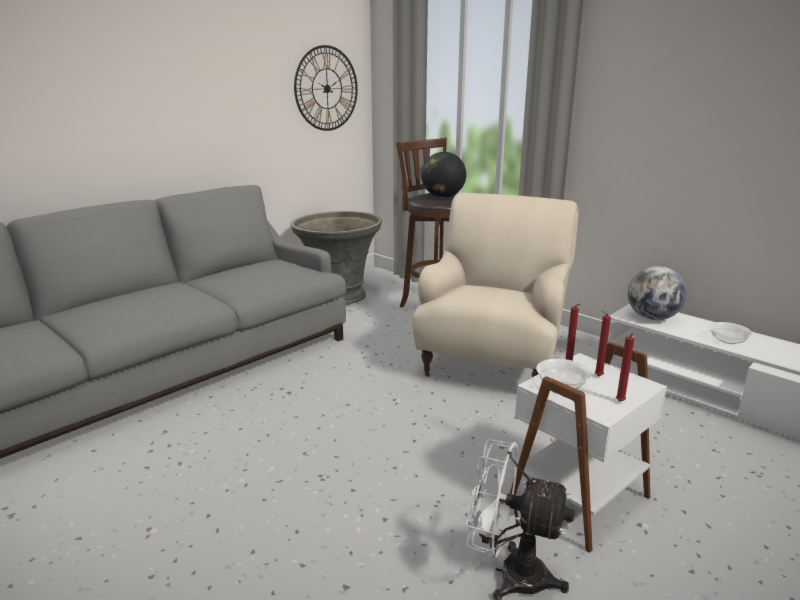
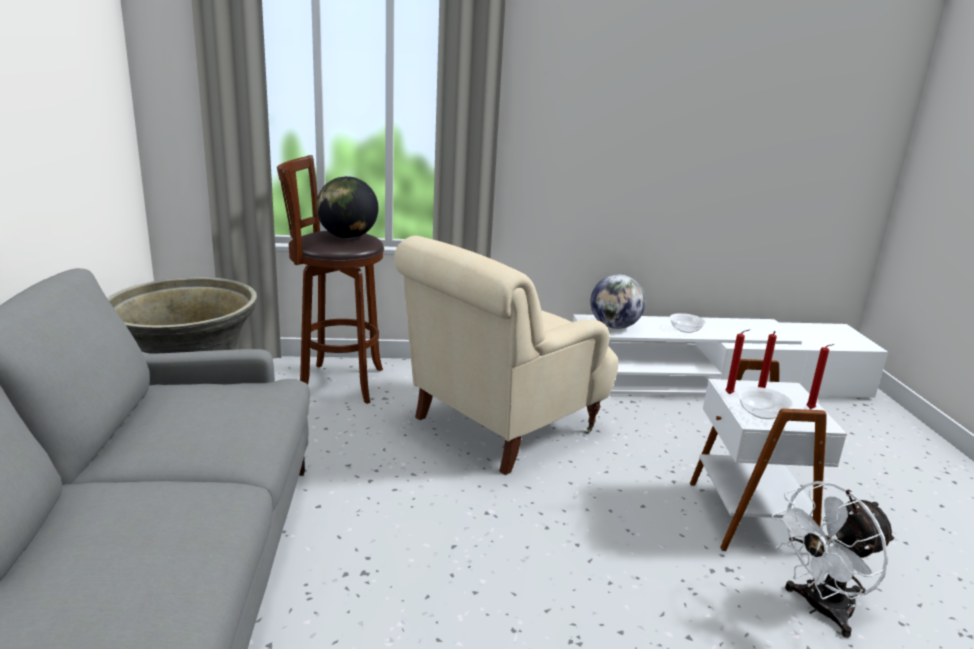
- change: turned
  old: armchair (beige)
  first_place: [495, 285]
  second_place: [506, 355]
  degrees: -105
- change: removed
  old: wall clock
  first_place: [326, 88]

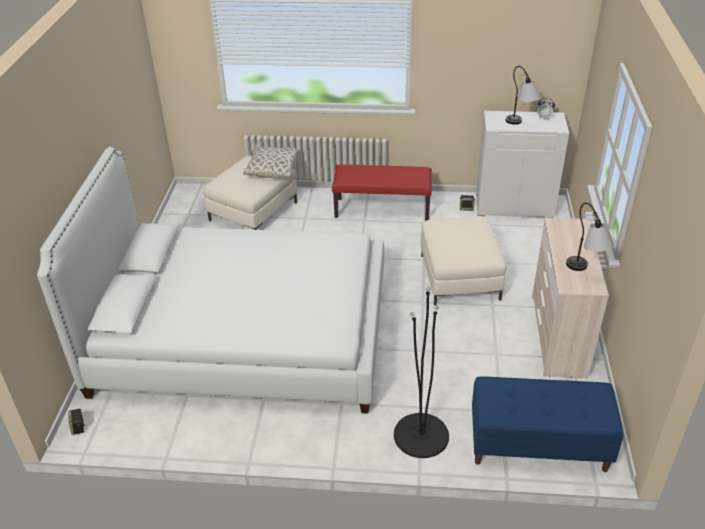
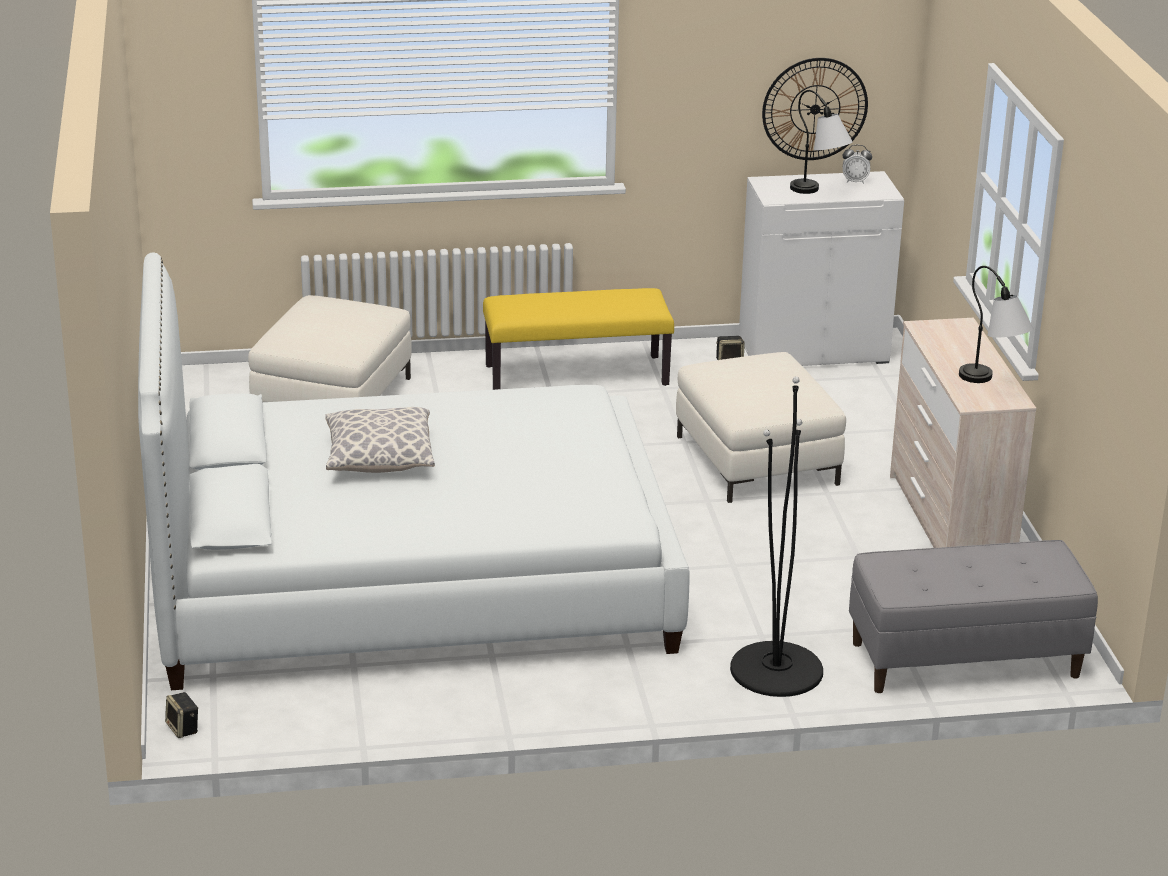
- change: moved
  old: pillow
  first_place: [271, 162]
  second_place: [380, 440]
- change: recoloured
  old: bench (red)
  new: bench (yellow)
  first_place: [382, 193]
  second_place: [578, 339]
- change: added
  new: wall clock
  second_place: [815, 109]
- change: recoloured
  old: bench (blue)
  new: bench (grey)
  first_place: [547, 424]
  second_place: [973, 616]

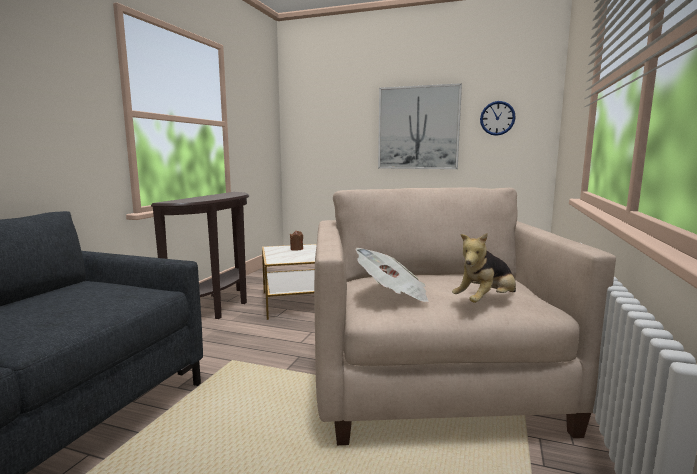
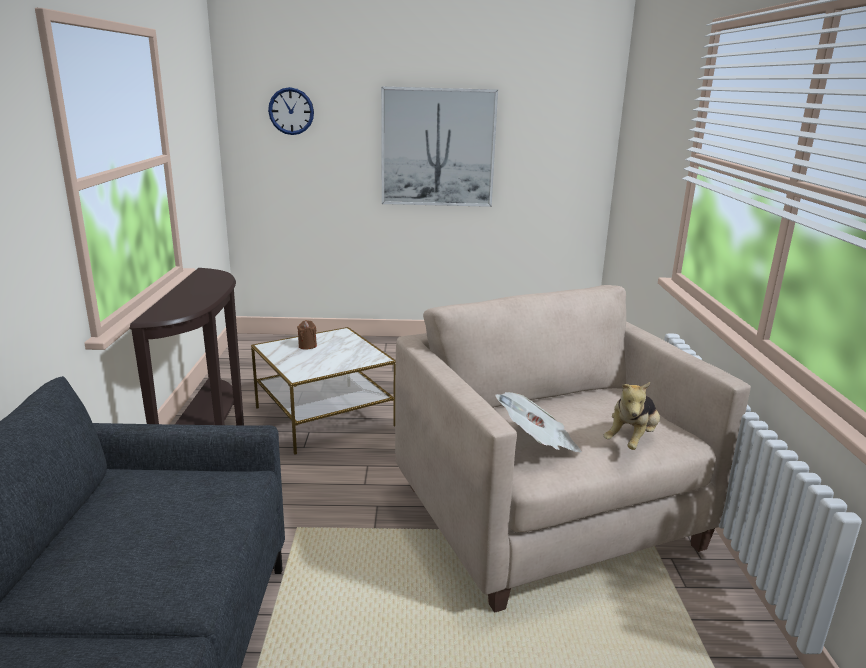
- change: moved
  old: wall clock
  first_place: [498, 118]
  second_place: [291, 111]

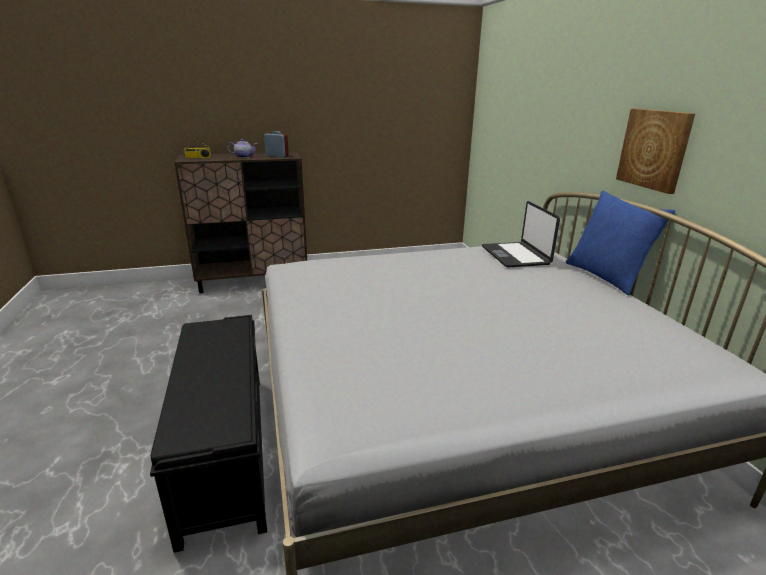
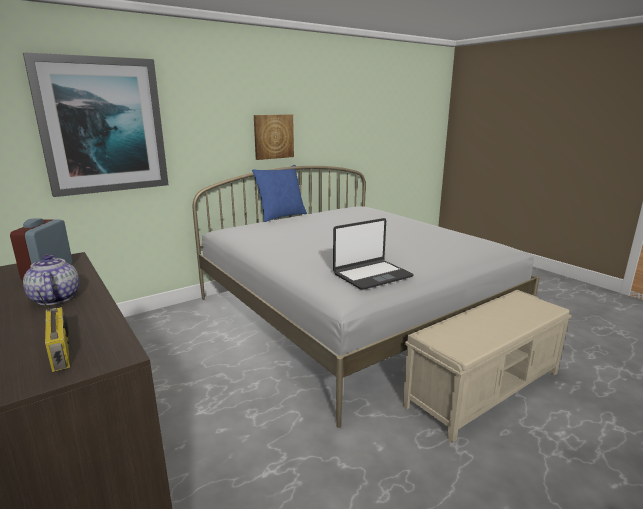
- change: added
  new: picture
  second_place: [96, 124]
- change: moved
  old: laptop
  first_place: [521, 234]
  second_place: [373, 254]
- change: recoloured
  old: bench (black)
  new: bench (beige)
  first_place: [208, 434]
  second_place: [487, 366]

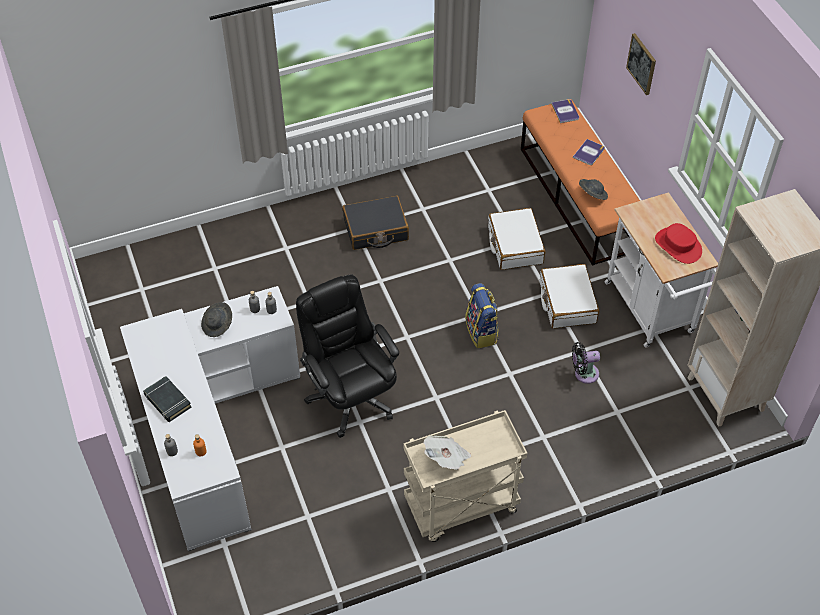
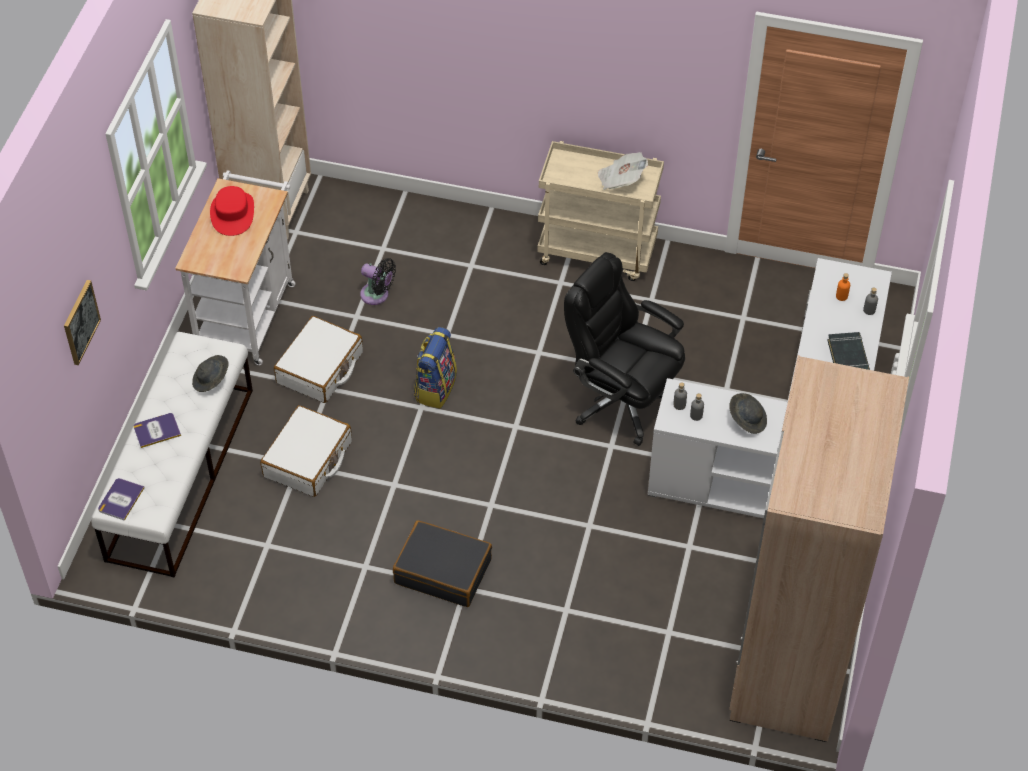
- change: recoloured
  old: bench (orange)
  new: bench (white)
  first_place: [580, 182]
  second_place: [172, 454]
- change: turned
  old: office chair (black)
  first_place: [347, 356]
  second_place: [624, 349]
  degrees: 120
- change: added
  new: wardrobe (beige)
  second_place: [819, 548]

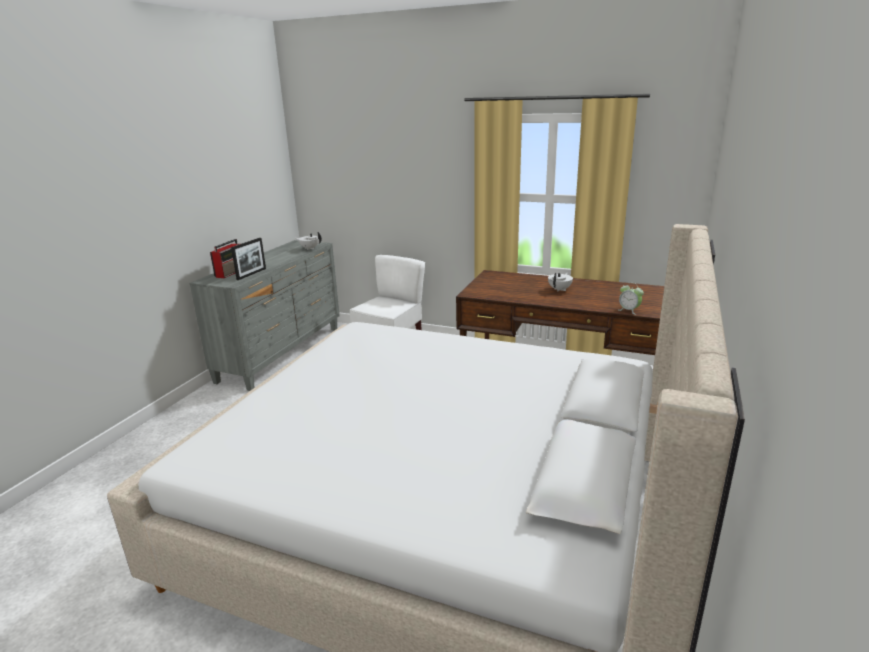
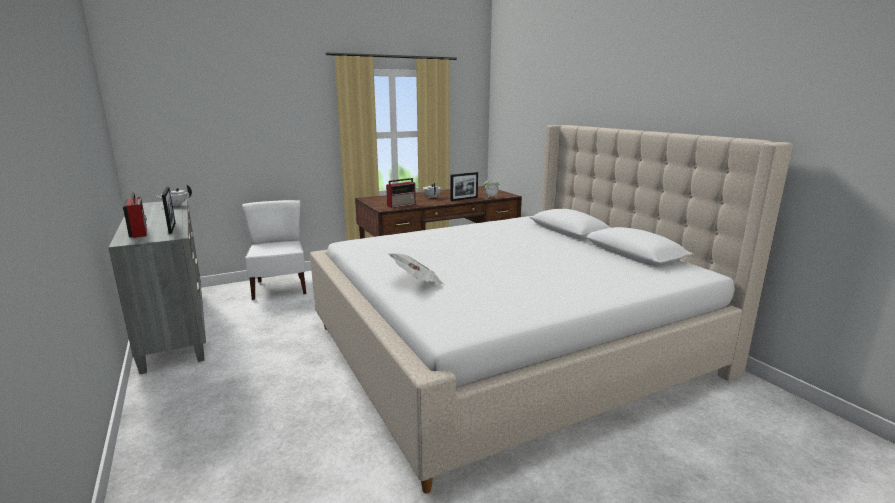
- change: added
  new: radio
  second_place: [401, 193]
- change: added
  new: newspaper
  second_place: [416, 269]
- change: added
  new: picture frame
  second_place: [464, 186]

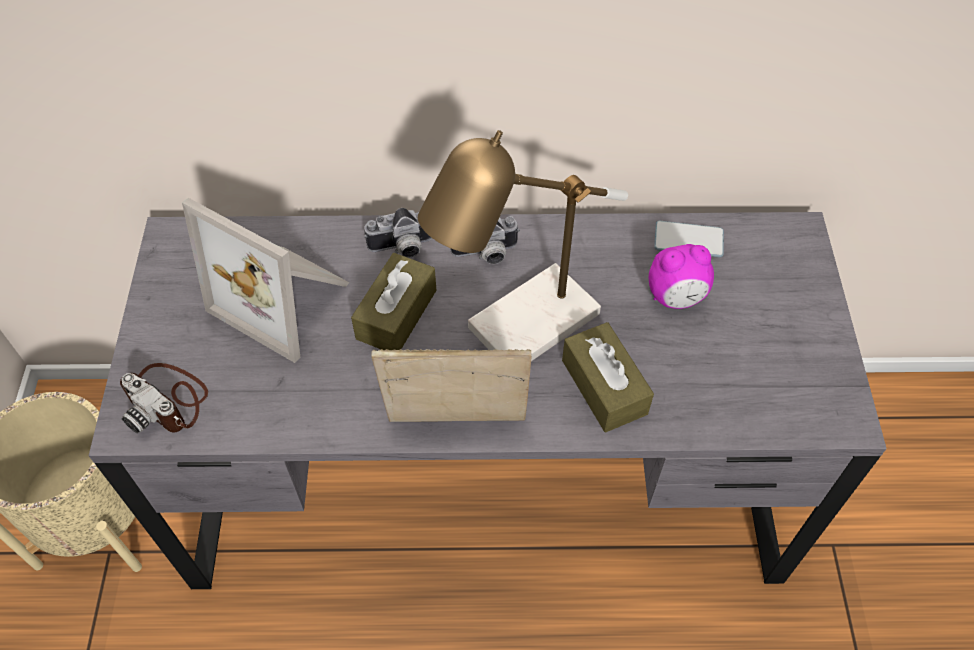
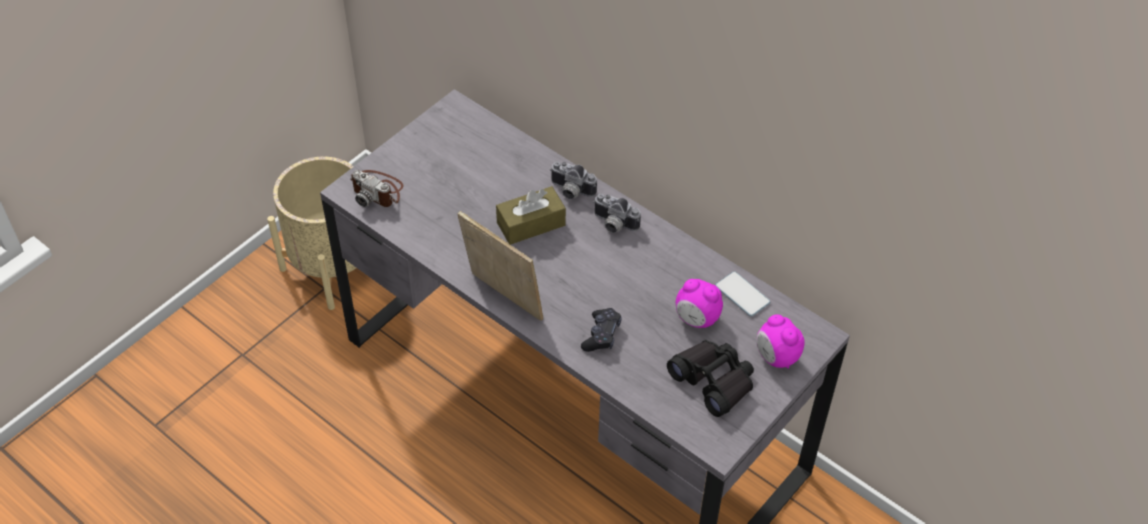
- change: turned
  old: photo camera
  first_place: [164, 398]
  second_place: [376, 188]
  degrees: -45
- change: replaced
  old: tissue box (brown)
  new: game controller (black)
  first_place: [608, 377]
  second_place: [601, 330]
- change: added
  new: binoculars (black)
  second_place: [710, 378]
- change: added
  new: alarm clock
  second_place: [780, 341]
- change: removed
  old: picture frame
  first_place: [266, 280]
- change: removed
  old: table lamp
  first_place: [523, 245]

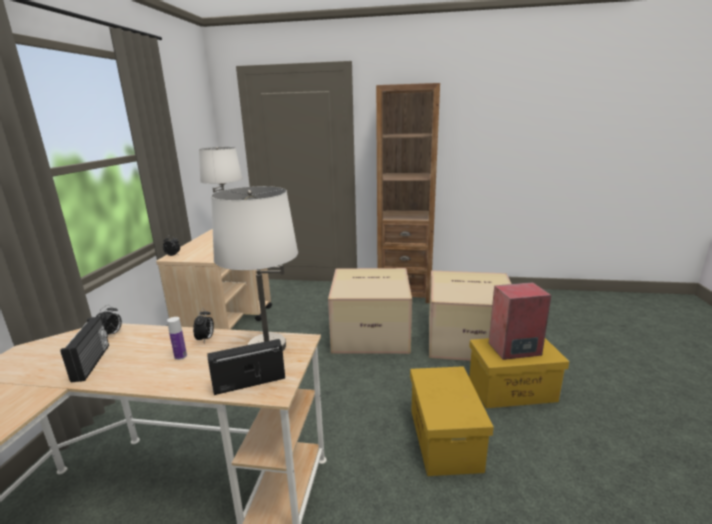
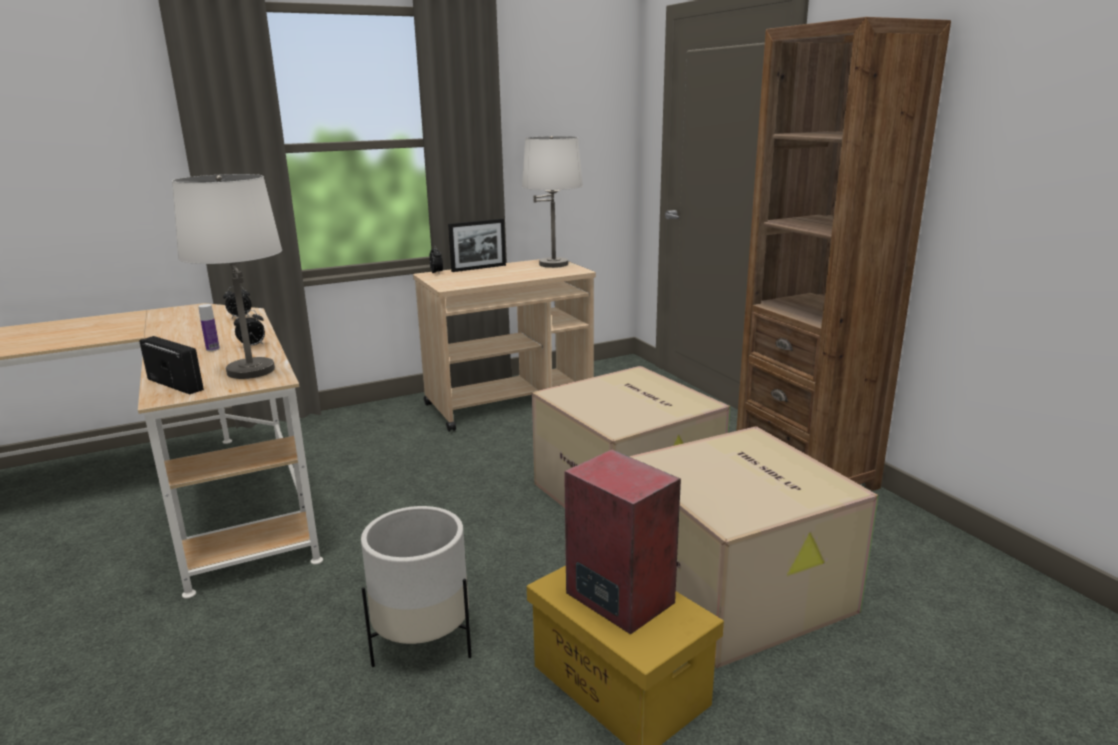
- change: replaced
  old: storage box (yellow)
  new: planter (white)
  first_place: [452, 421]
  second_place: [416, 586]
- change: added
  new: picture frame
  second_place: [477, 245]
- change: removed
  old: radio
  first_place: [84, 349]

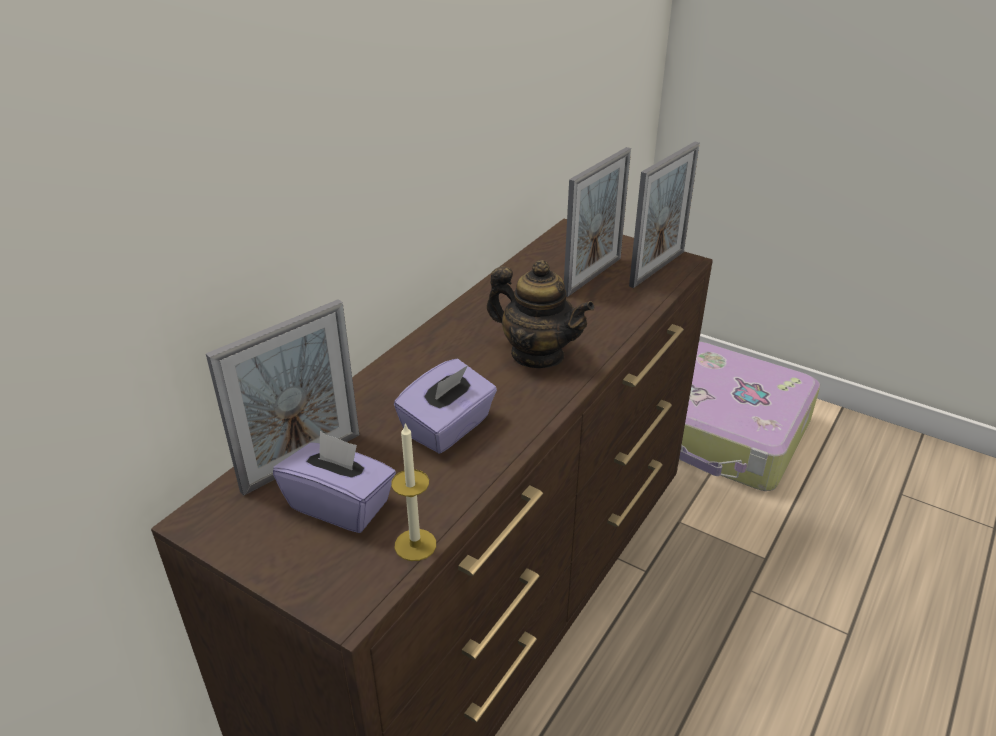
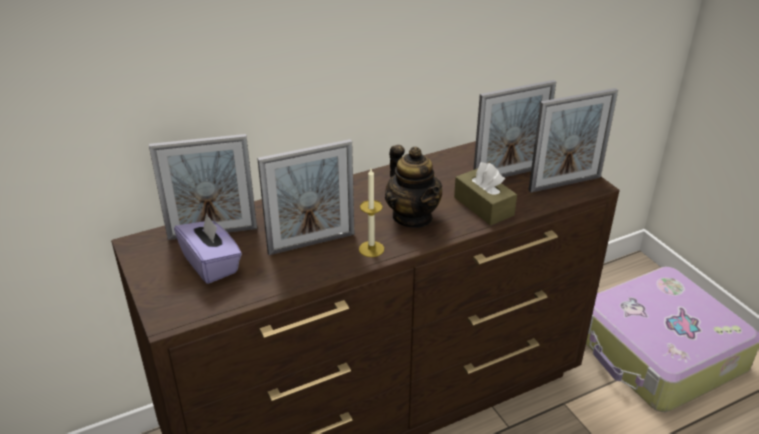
- change: replaced
  old: tissue box (purple)
  new: picture frame
  first_place: [445, 406]
  second_place: [305, 197]
- change: moved
  old: candle
  first_place: [413, 492]
  second_place: [371, 213]
- change: added
  new: tissue box (brown)
  second_place: [485, 194]

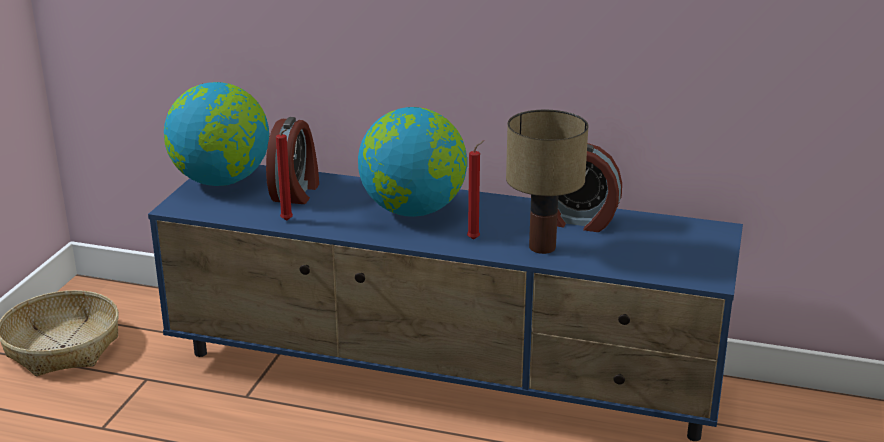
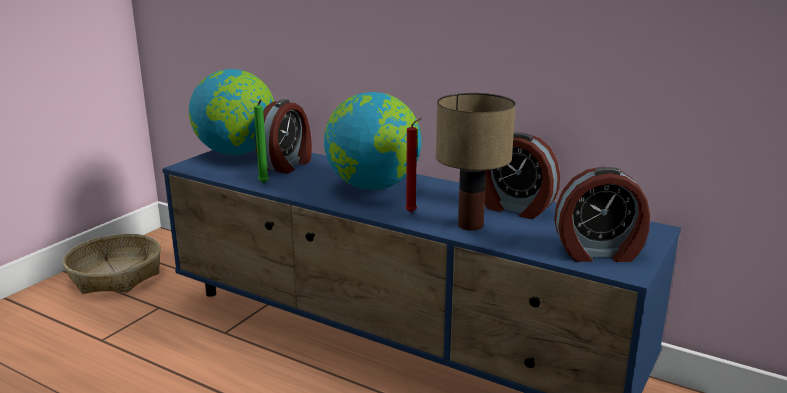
- change: recoloured
  old: candle (red)
  new: candle (green)
  first_place: [284, 174]
  second_place: [261, 141]
- change: added
  new: alarm clock
  second_place: [602, 214]

